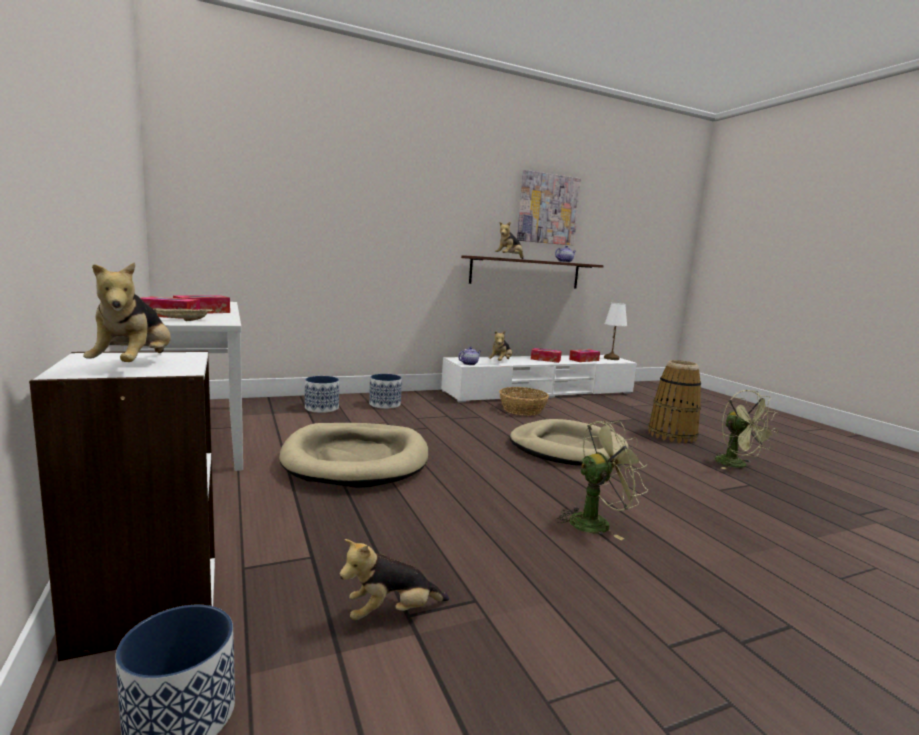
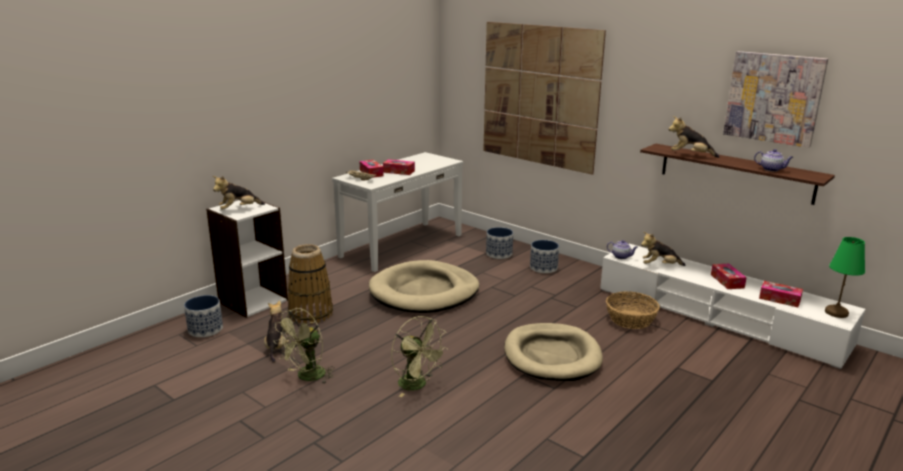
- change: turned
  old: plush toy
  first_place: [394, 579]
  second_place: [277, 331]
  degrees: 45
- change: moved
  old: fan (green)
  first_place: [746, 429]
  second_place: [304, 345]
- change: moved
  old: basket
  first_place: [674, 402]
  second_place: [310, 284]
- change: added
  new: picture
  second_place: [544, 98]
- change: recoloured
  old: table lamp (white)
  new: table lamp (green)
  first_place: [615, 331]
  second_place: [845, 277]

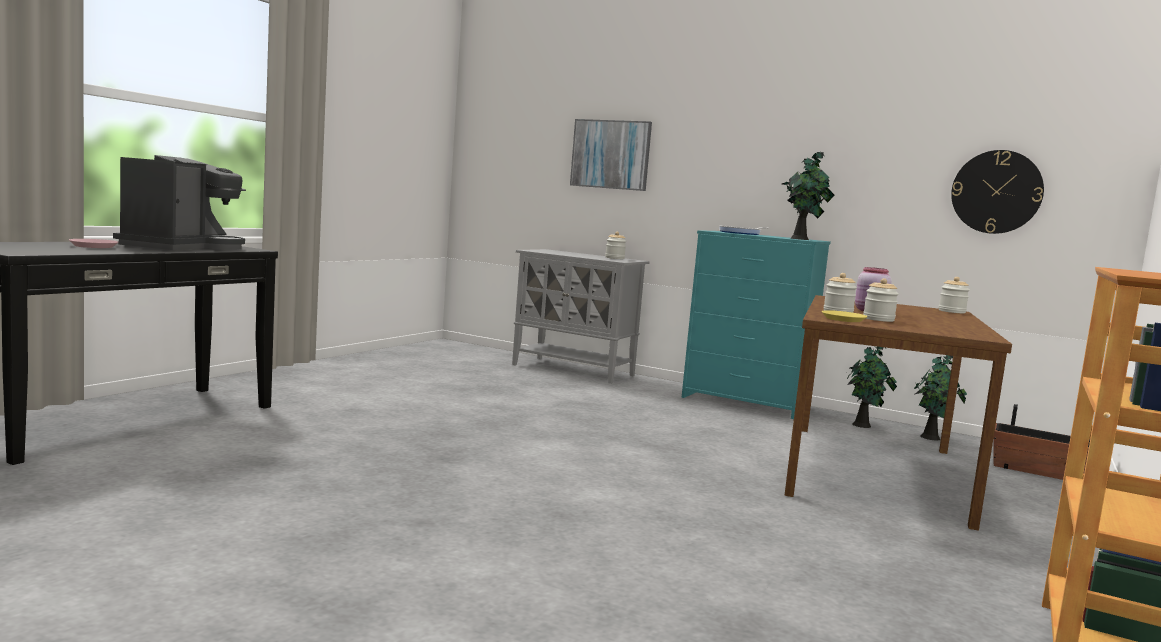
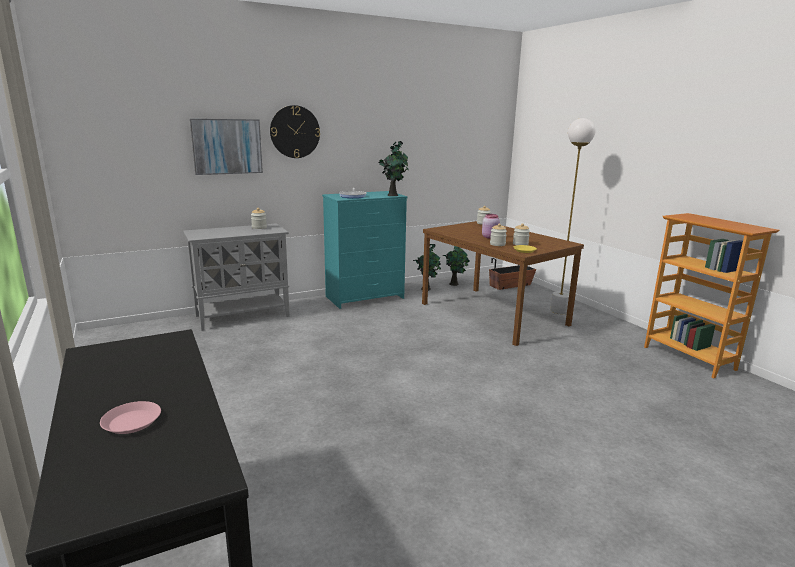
- change: moved
  old: wall clock
  first_place: [997, 192]
  second_place: [295, 131]
- change: added
  new: floor lamp (white)
  second_place: [573, 216]
- change: removed
  old: coffee machine
  first_place: [179, 202]

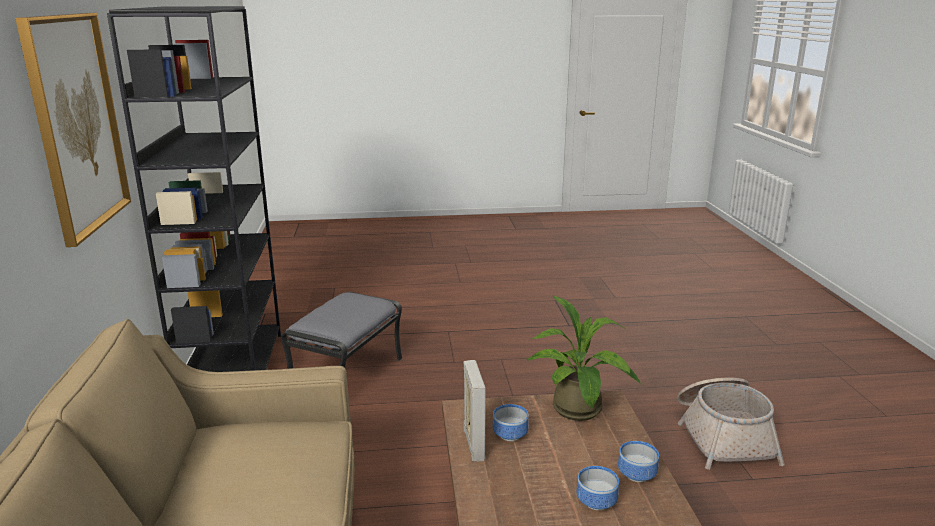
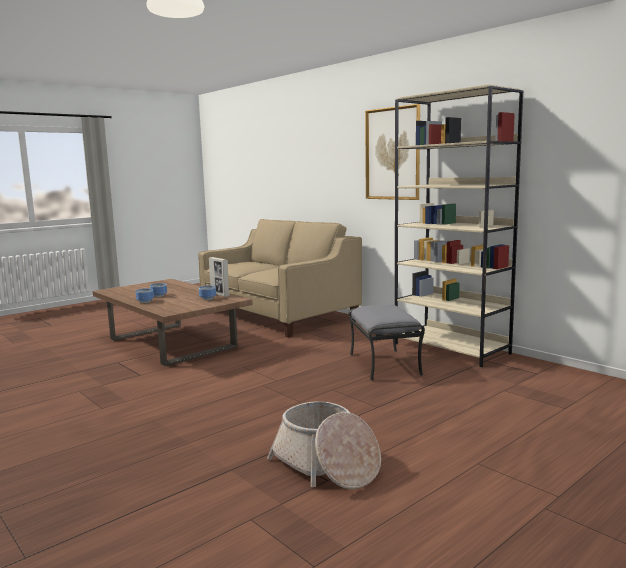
- change: moved
  old: basket
  first_place: [731, 424]
  second_place: [324, 445]
- change: recoloured
  old: bookcase (black)
  new: bookcase (beige)
  first_place: [194, 189]
  second_place: [459, 225]
- change: removed
  old: potted plant
  first_place: [584, 358]

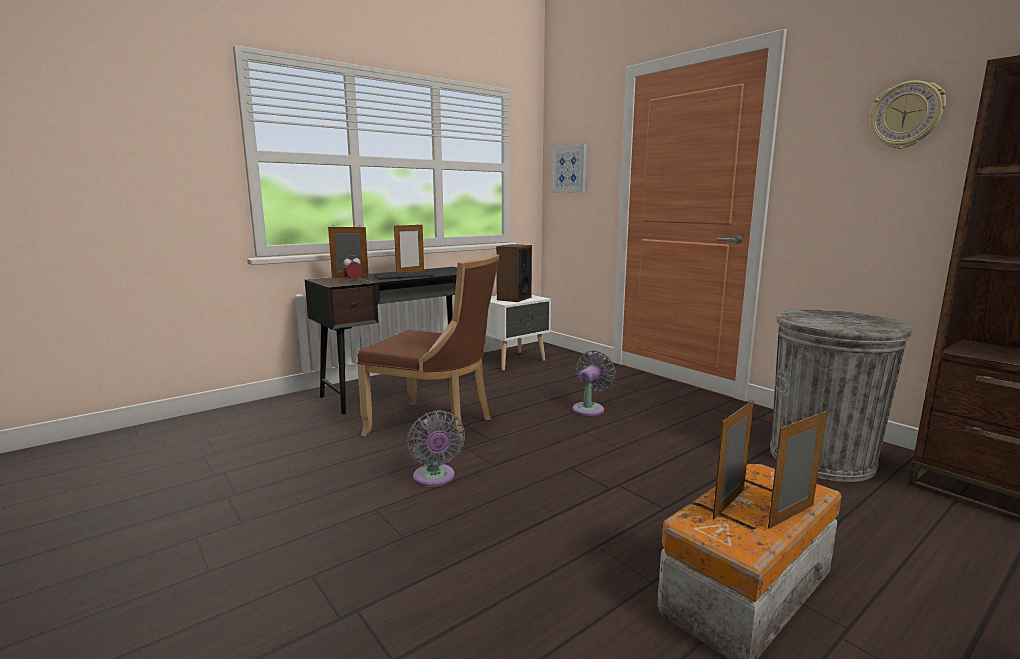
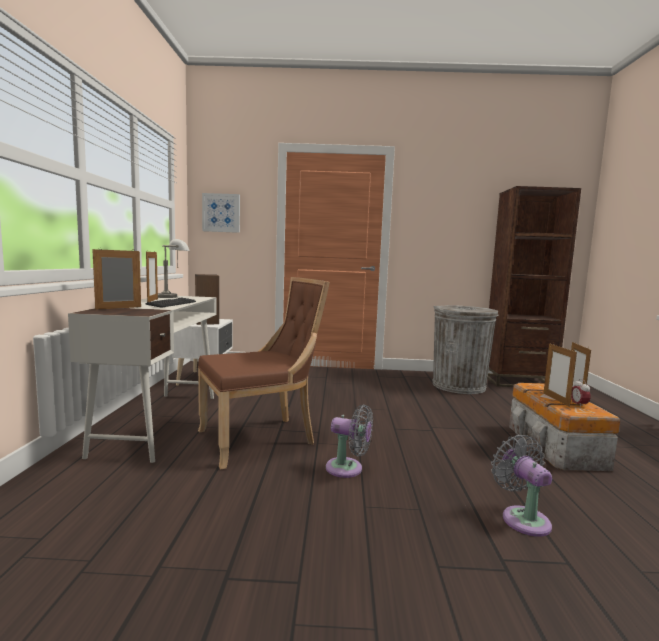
- change: recoloured
  old: desk (black)
  new: desk (white)
  first_place: [381, 340]
  second_place: [142, 379]
- change: added
  new: table lamp (grey)
  second_place: [174, 268]
- change: moved
  old: fan (grey)
  first_place: [594, 383]
  second_place: [521, 486]
- change: moved
  old: alarm clock
  first_place: [352, 267]
  second_place: [581, 393]
- change: removed
  old: wall clock
  first_place: [908, 114]

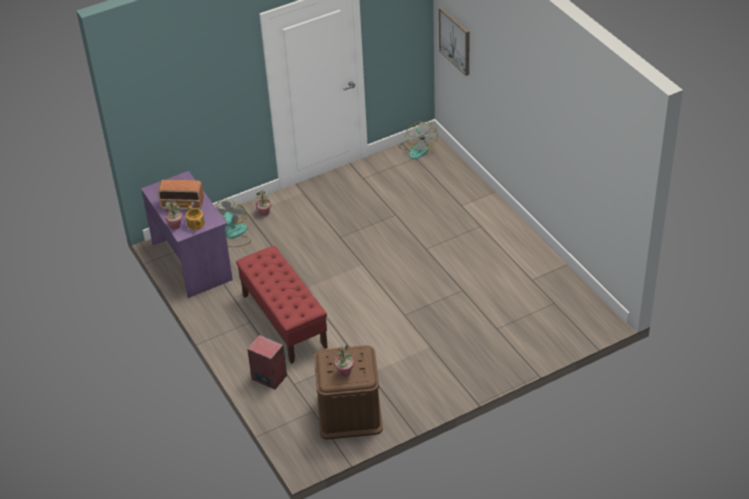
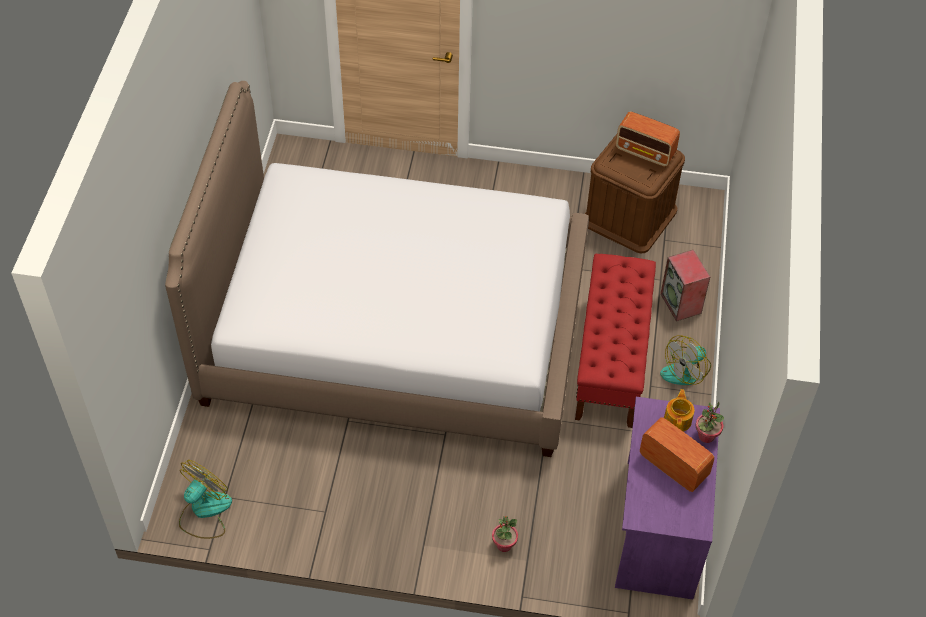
- change: added
  new: bed
  second_place: [377, 269]
- change: replaced
  old: potted plant
  new: radio
  first_place: [344, 361]
  second_place: [648, 139]
- change: moved
  old: fan
  first_place: [232, 223]
  second_place: [685, 360]
- change: removed
  old: picture
  first_place: [454, 41]

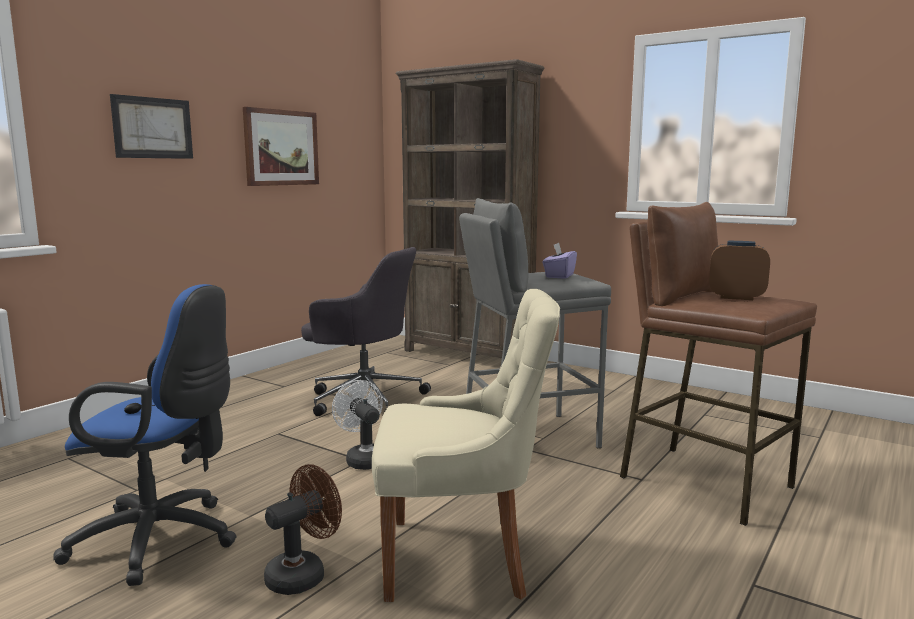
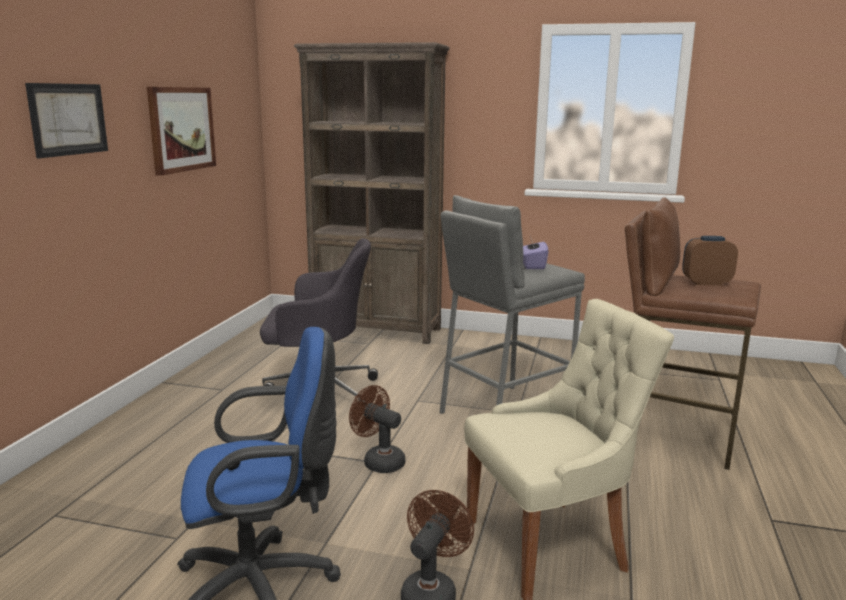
- change: recoloured
  old: fan (white)
  new: fan (brown)
  first_place: [357, 425]
  second_place: [377, 429]

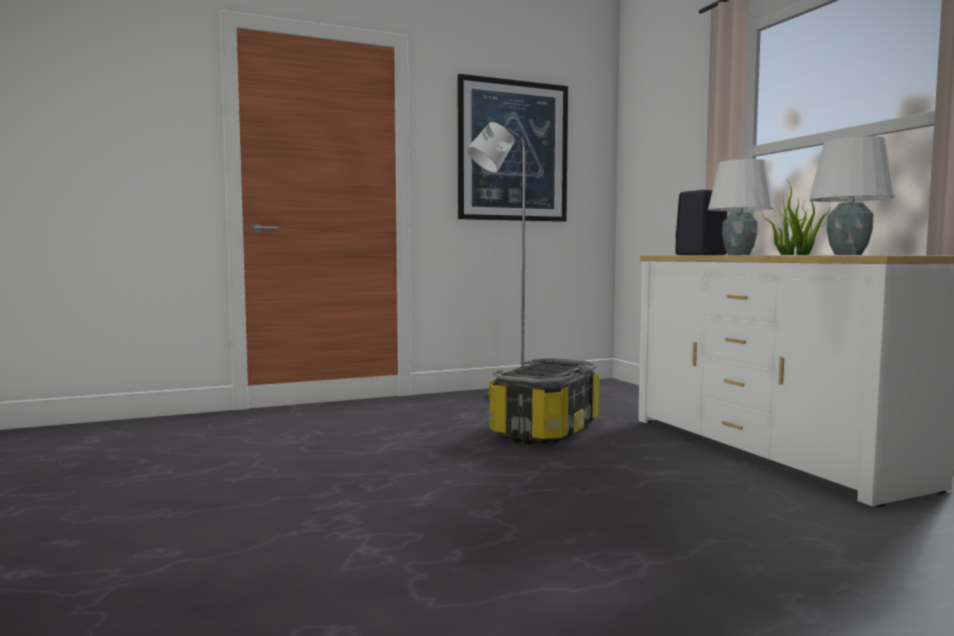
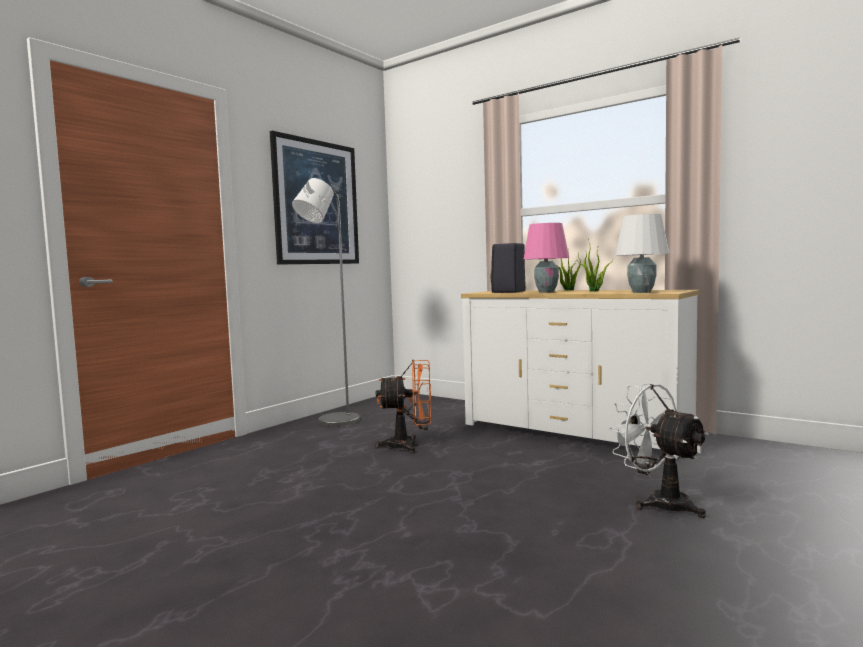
- change: replaced
  old: storage box
  new: fan (orange)
  first_place: [544, 401]
  second_place: [403, 406]
- change: recoloured
  old: table lamp (white)
  new: table lamp (pink)
  first_place: [741, 207]
  second_place: [546, 258]
- change: added
  new: fan (white)
  second_place: [658, 450]

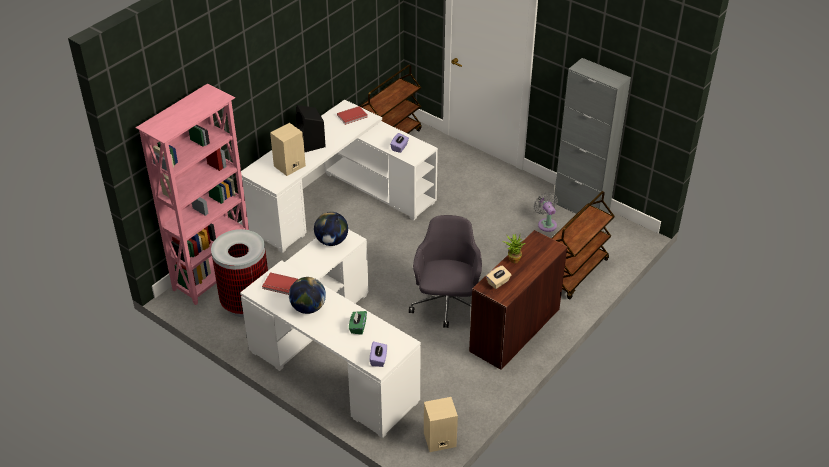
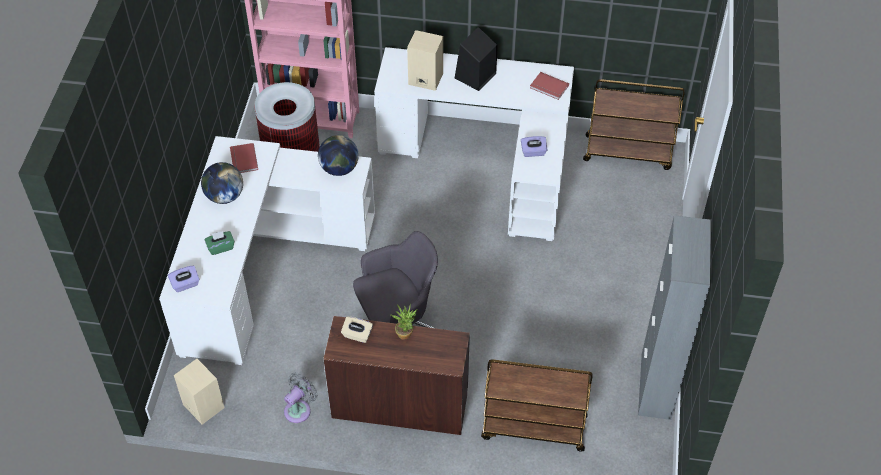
- change: moved
  old: fan (grey)
  first_place: [546, 212]
  second_place: [301, 398]

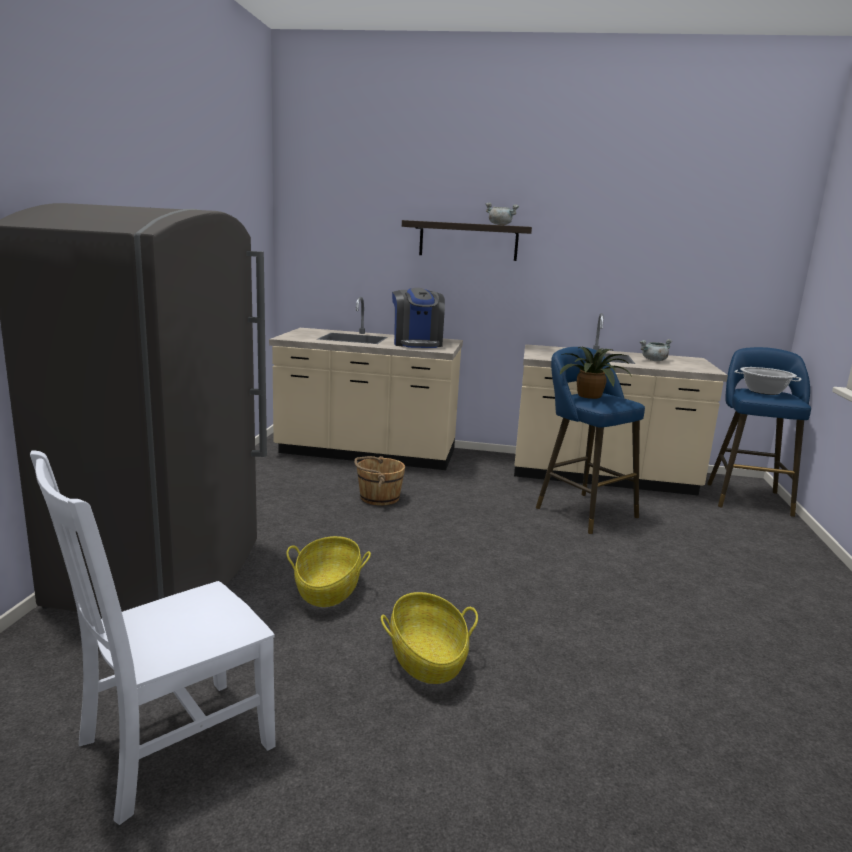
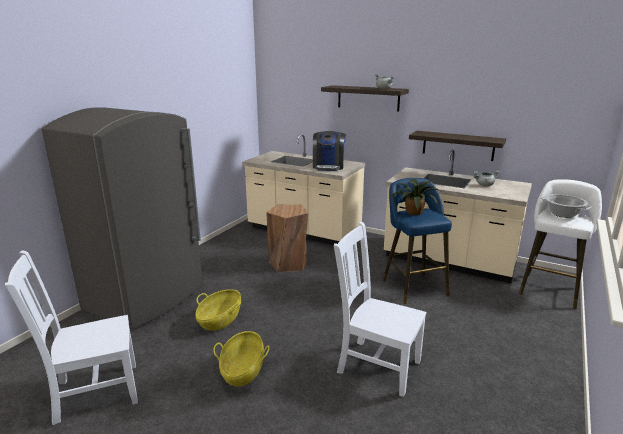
- change: replaced
  old: bucket (brown)
  new: stool (brown)
  first_place: [379, 481]
  second_place: [287, 238]
- change: added
  new: chair (white)
  second_place: [380, 309]
- change: added
  new: shelf
  second_place: [457, 146]
- change: recoloured
  old: stool (blue)
  new: stool (white)
  first_place: [759, 432]
  second_place: [560, 244]

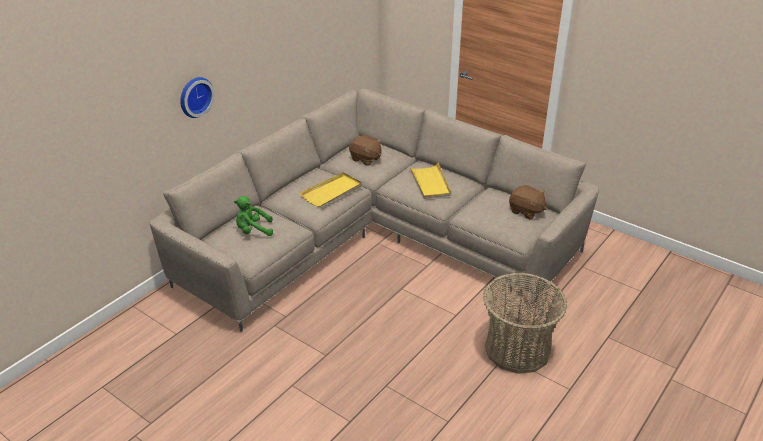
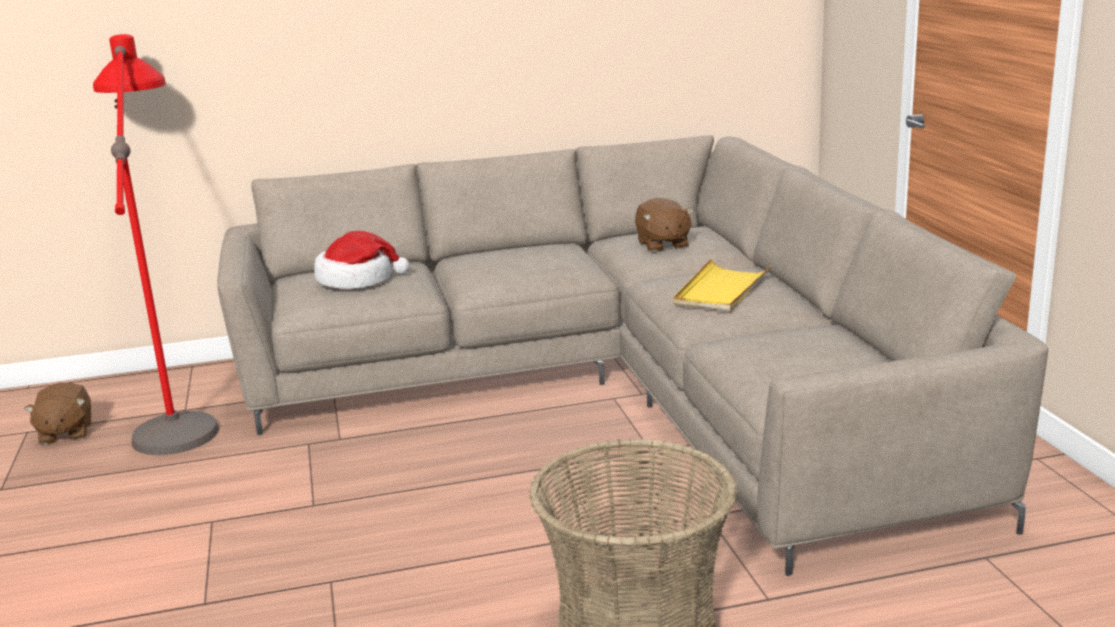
- change: moved
  old: plush toy (brown)
  first_place: [527, 202]
  second_place: [57, 413]
- change: added
  new: floor lamp (red)
  second_place: [156, 244]
- change: replaced
  old: plush toy (green)
  new: hat
  first_place: [253, 216]
  second_place: [362, 260]
- change: removed
  old: wall clock
  first_place: [197, 97]
- change: removed
  old: tray (yellow)
  first_place: [331, 189]

